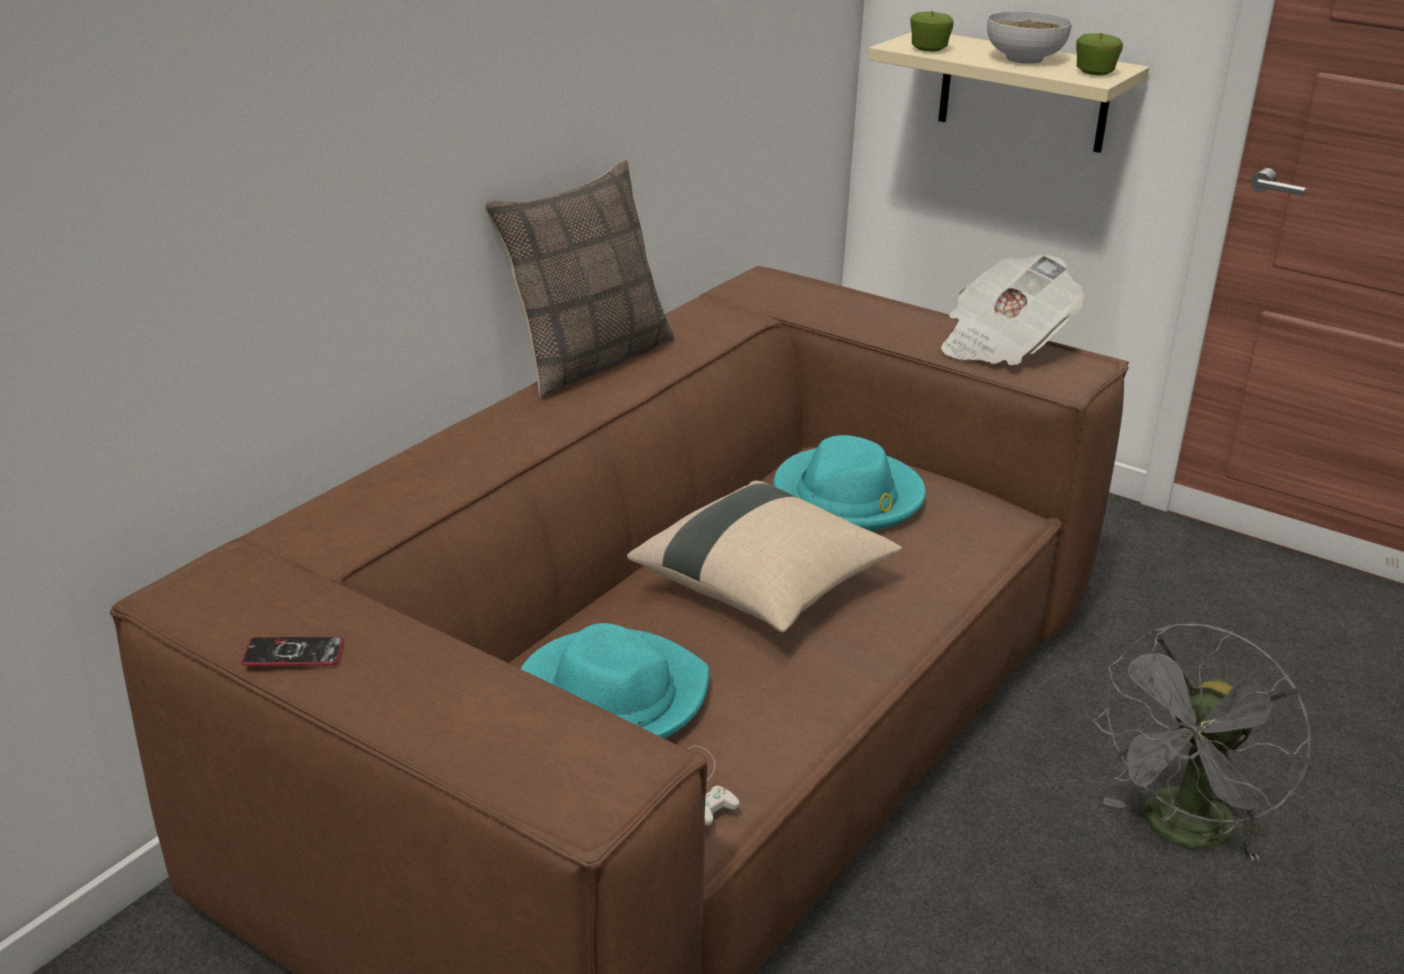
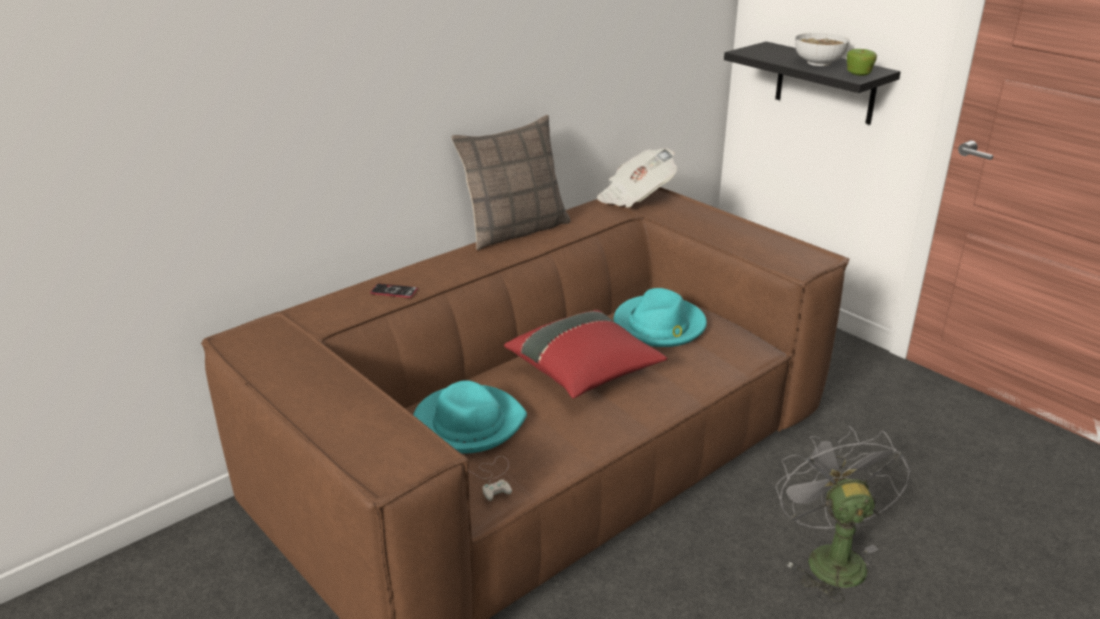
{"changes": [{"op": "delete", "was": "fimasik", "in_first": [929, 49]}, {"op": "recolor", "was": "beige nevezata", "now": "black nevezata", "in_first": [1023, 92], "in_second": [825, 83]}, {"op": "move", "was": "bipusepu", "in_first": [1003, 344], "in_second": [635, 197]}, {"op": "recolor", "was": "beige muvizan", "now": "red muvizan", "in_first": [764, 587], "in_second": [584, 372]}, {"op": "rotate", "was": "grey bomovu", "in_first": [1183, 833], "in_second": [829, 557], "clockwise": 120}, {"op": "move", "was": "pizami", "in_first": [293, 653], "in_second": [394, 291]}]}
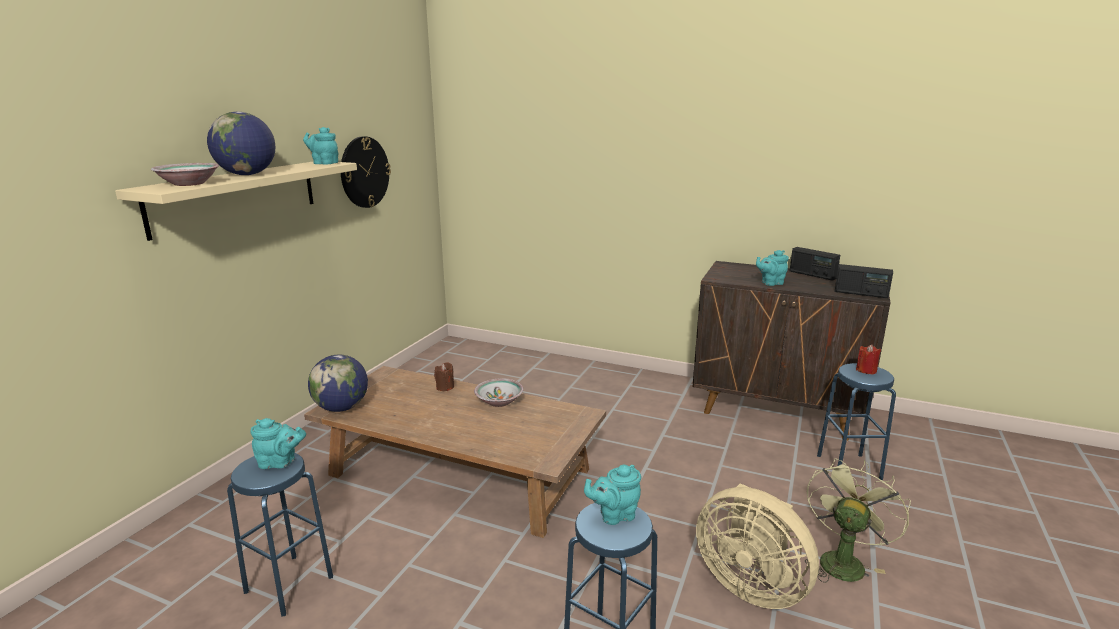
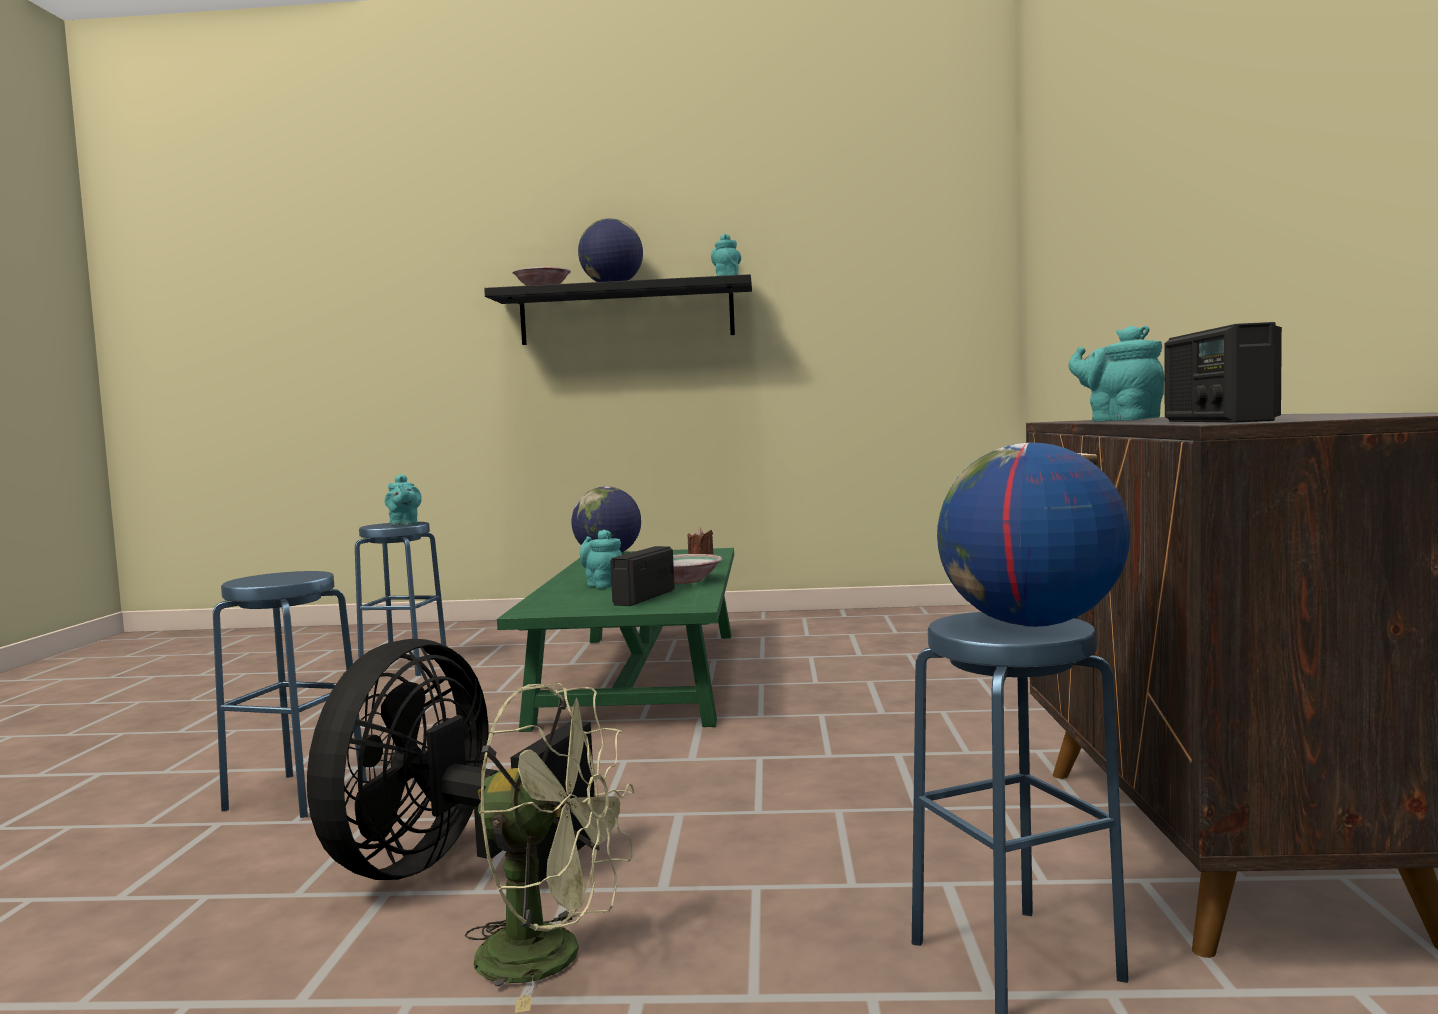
{"changes": [{"op": "delete", "was": "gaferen", "in_first": [364, 172]}, {"op": "recolor", "was": "beige nevezata", "now": "black nevezata", "in_first": [236, 196], "in_second": [626, 314]}, {"op": "move", "was": "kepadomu", "in_first": [812, 275], "in_second": [643, 597]}, {"op": "replace", "was": "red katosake", "now": "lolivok", "in_first": [866, 370], "in_second": [1031, 624]}, {"op": "recolor", "was": "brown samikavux", "now": "green samikavux", "in_first": [461, 471], "in_second": [645, 675]}, {"op": "move", "was": "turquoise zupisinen", "in_first": [614, 515], "in_second": [603, 585]}, {"op": "recolor", "was": "beige bomovu", "now": "black bomovu", "in_first": [751, 584], "in_second": [446, 868]}]}
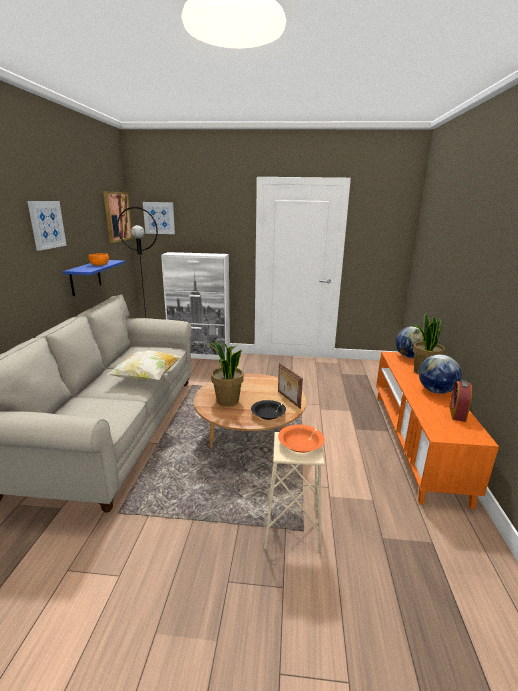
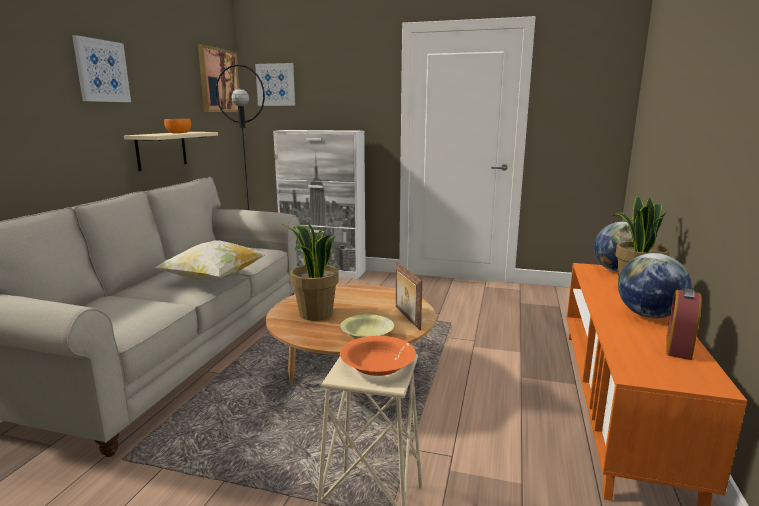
{"changes": [{"op": "recolor", "was": "blue nevezata", "now": "beige nevezata", "in_first": [85, 277], "in_second": [161, 150]}, {"op": "recolor", "was": "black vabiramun", "now": "yellow vabiramun", "in_first": [268, 414], "in_second": [367, 334]}]}
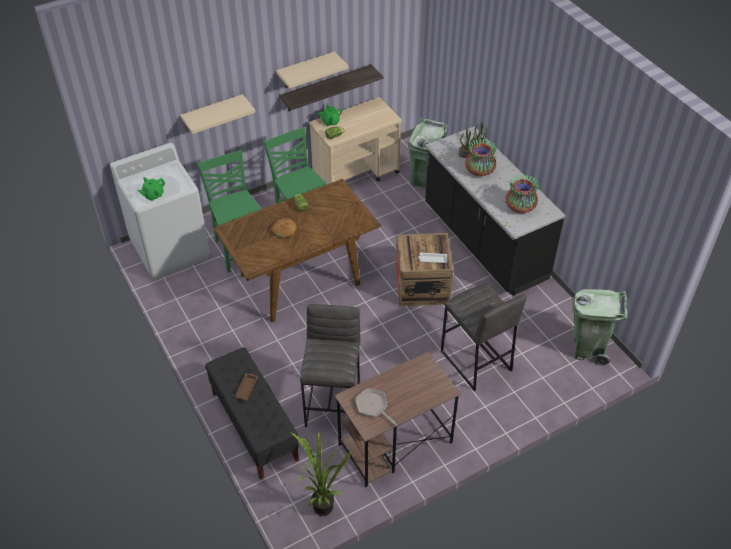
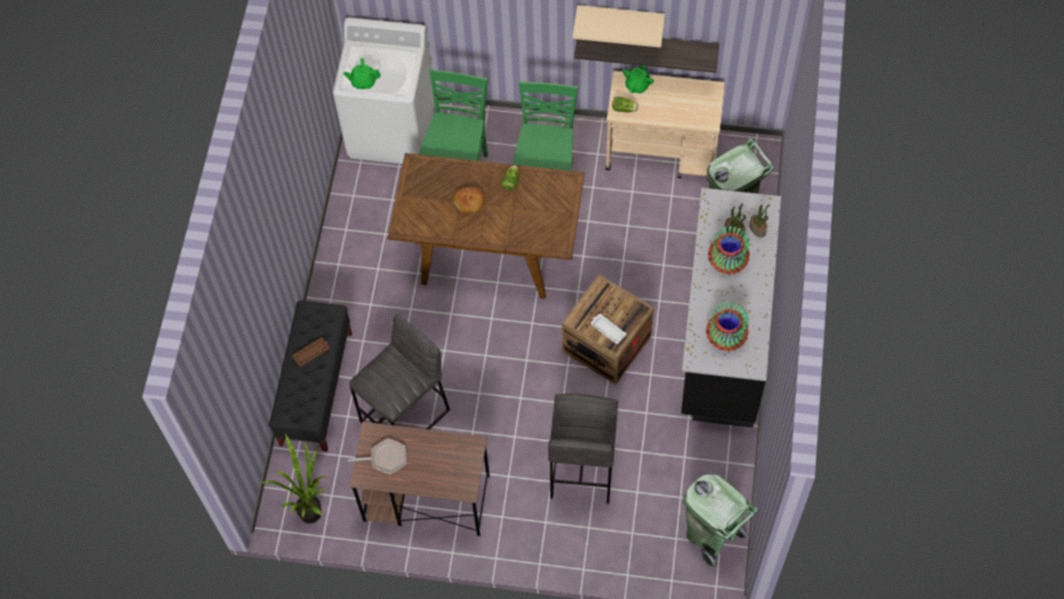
{"changes": [{"op": "delete", "was": "beige nevezata", "in_first": [213, 113]}, {"op": "rotate", "was": "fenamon", "in_first": [373, 407], "in_second": [385, 458], "clockwise": 90}]}
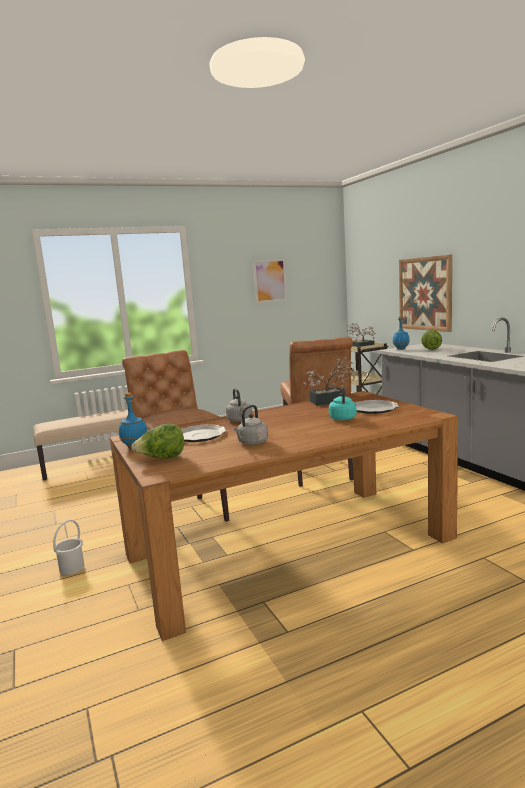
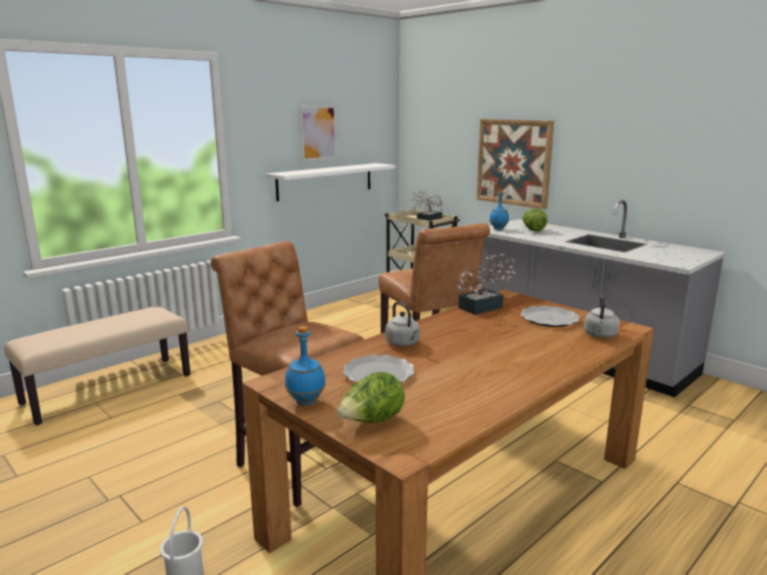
{"changes": [{"op": "delete", "was": "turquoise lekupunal", "in_first": [342, 418]}, {"op": "move", "was": "grey lekupunal", "in_first": [251, 443], "in_second": [600, 335]}, {"op": "insert", "now": "white nevezata", "in_second": [325, 181]}]}
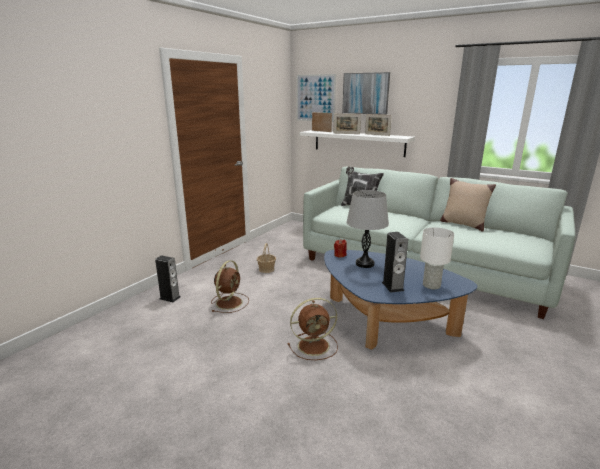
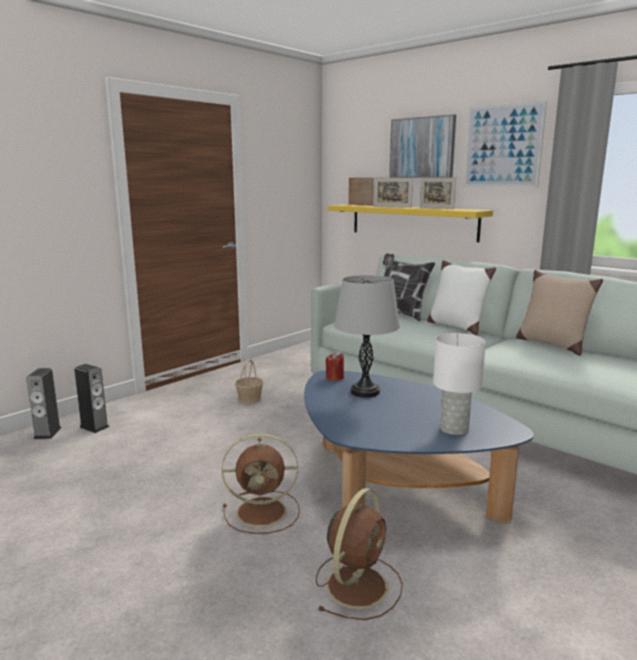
{"changes": [{"op": "move", "was": "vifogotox", "in_first": [315, 98], "in_second": [502, 146]}, {"op": "recolor", "was": "white nevezata", "now": "yellow nevezata", "in_first": [358, 143], "in_second": [412, 222]}, {"op": "move", "was": "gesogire", "in_first": [392, 286], "in_second": [47, 433]}, {"op": "move", "was": "brown bomovu", "in_first": [229, 302], "in_second": [358, 584]}, {"op": "insert", "now": "white muvizan", "in_second": [456, 326]}]}
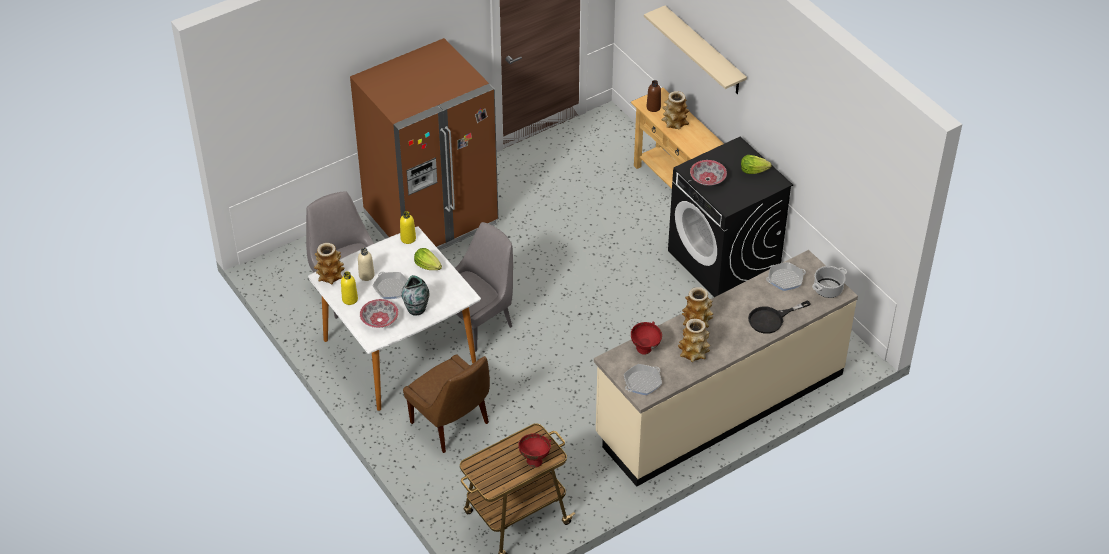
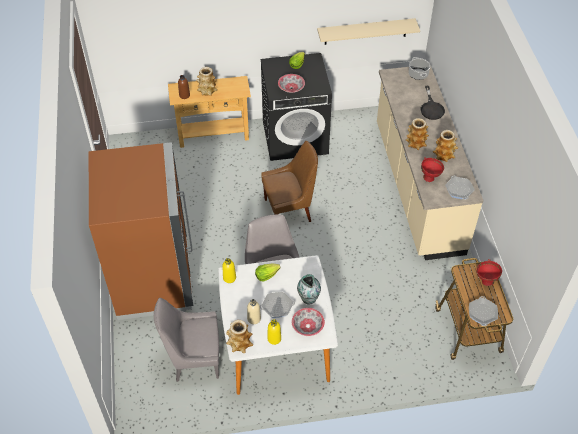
{"changes": [{"op": "move", "was": "beige nevezata", "in_first": [704, 51], "in_second": [365, 31]}, {"op": "move", "was": "fenamon", "in_first": [785, 279], "in_second": [482, 313]}, {"op": "move", "was": "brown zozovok", "in_first": [451, 424], "in_second": [289, 210]}]}
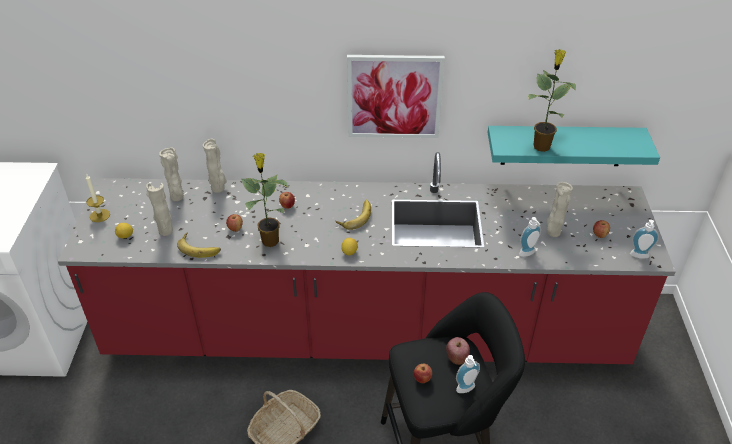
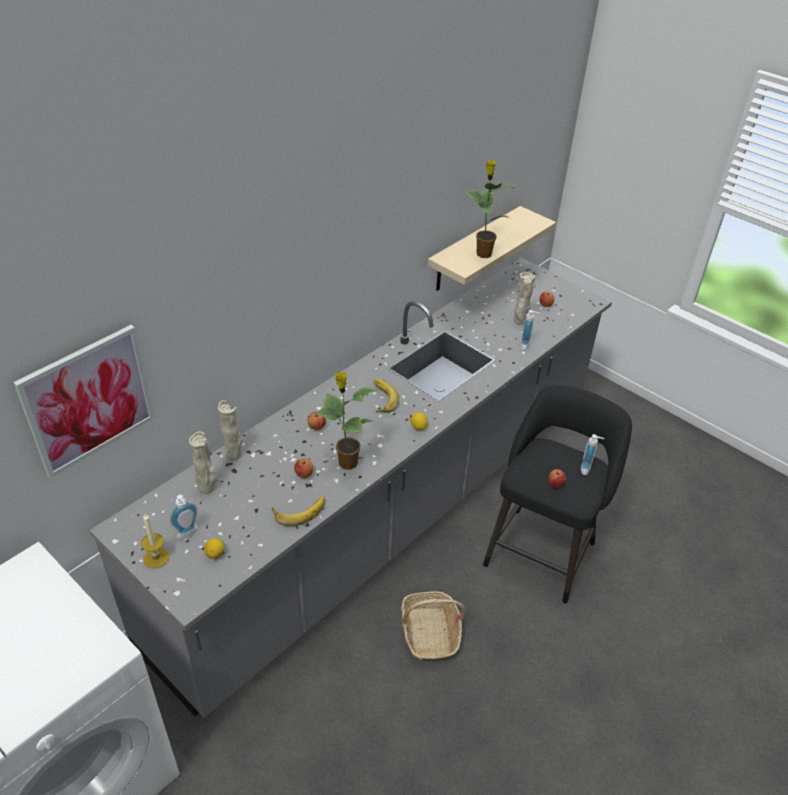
{"changes": [{"op": "move", "was": "vifogotox", "in_first": [394, 96], "in_second": [88, 400]}, {"op": "recolor", "was": "turquoise nevezata", "now": "beige nevezata", "in_first": [563, 145], "in_second": [474, 249]}, {"op": "recolor", "was": "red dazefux", "now": "grey dazefux", "in_first": [366, 333], "in_second": [388, 514]}, {"op": "delete", "was": "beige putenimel", "in_first": [166, 231]}, {"op": "move", "was": "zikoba", "in_first": [639, 256], "in_second": [188, 534]}, {"op": "delete", "was": "fimasik", "in_first": [457, 358]}]}
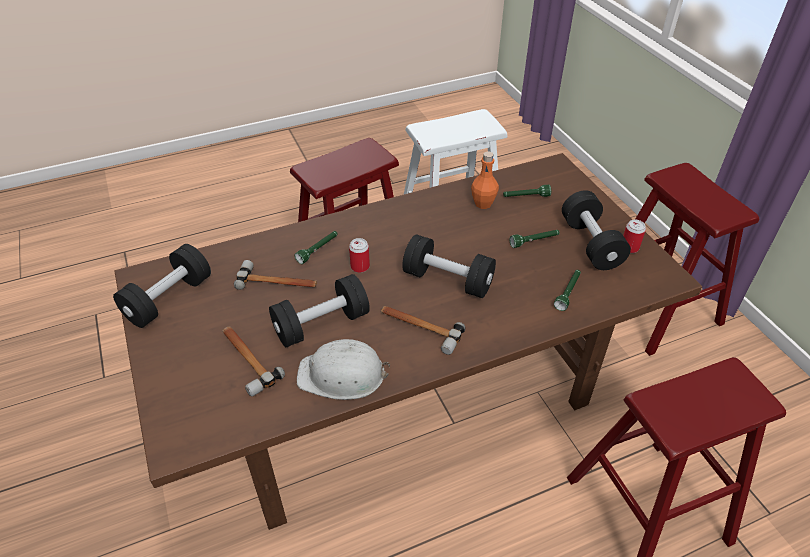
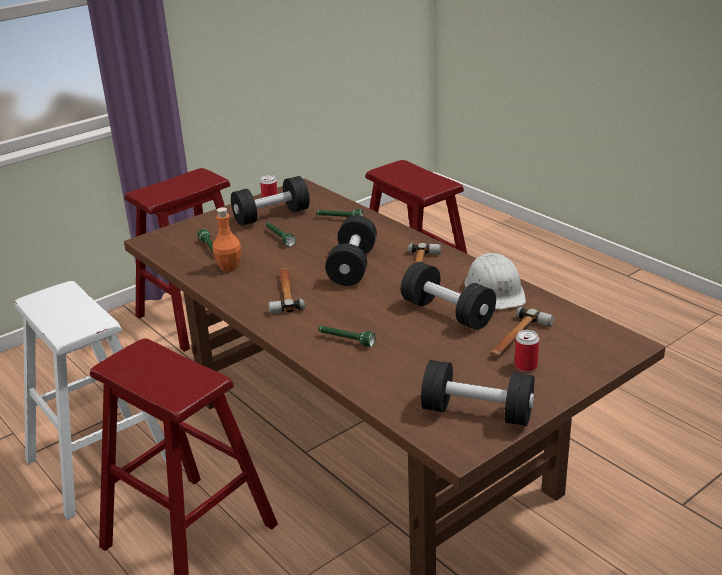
{"changes": [{"op": "move", "was": "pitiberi", "in_first": [360, 266], "in_second": [525, 366]}, {"op": "move", "was": "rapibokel", "in_first": [277, 282], "in_second": [284, 293]}]}
